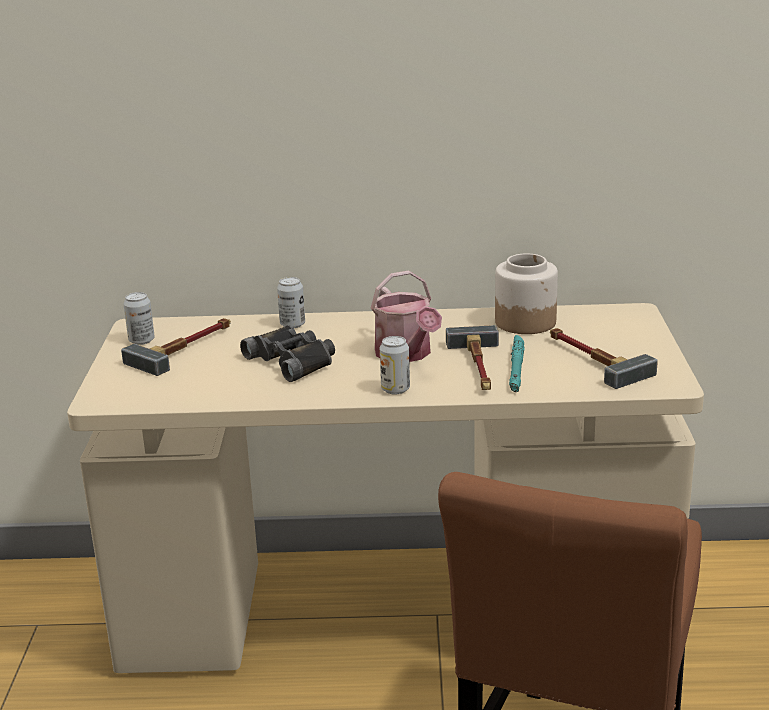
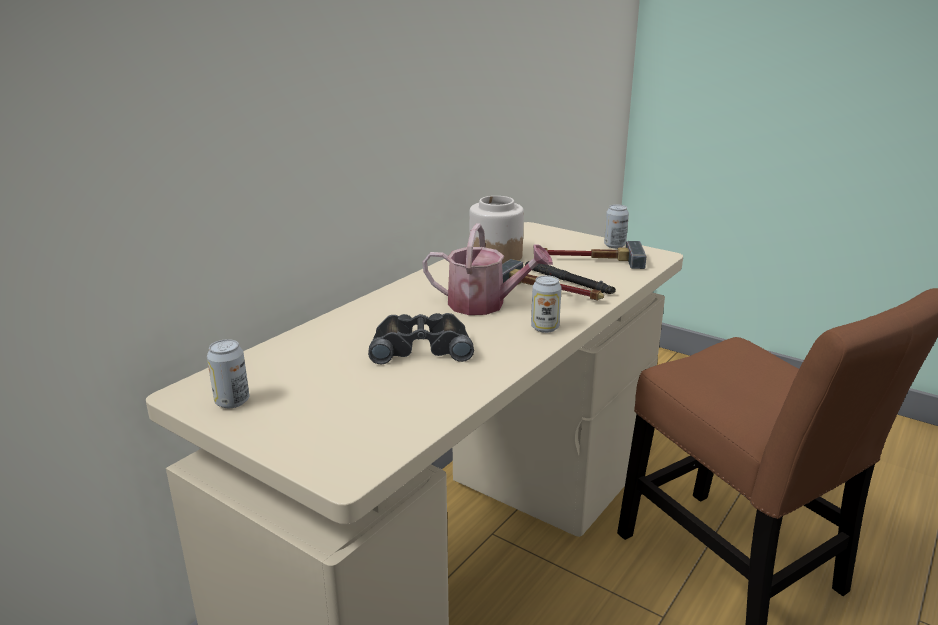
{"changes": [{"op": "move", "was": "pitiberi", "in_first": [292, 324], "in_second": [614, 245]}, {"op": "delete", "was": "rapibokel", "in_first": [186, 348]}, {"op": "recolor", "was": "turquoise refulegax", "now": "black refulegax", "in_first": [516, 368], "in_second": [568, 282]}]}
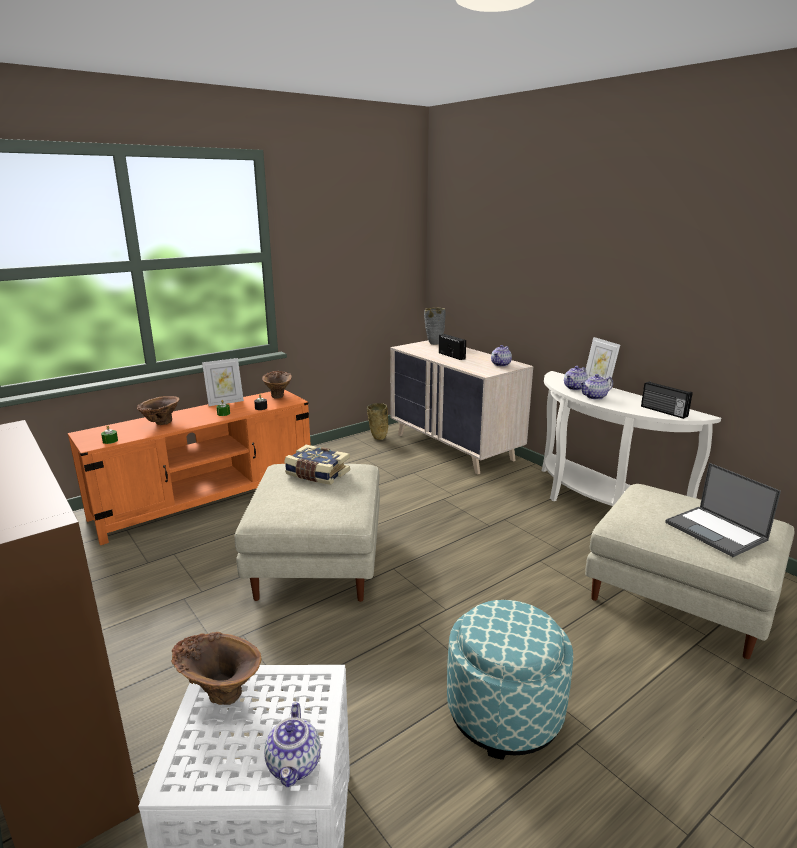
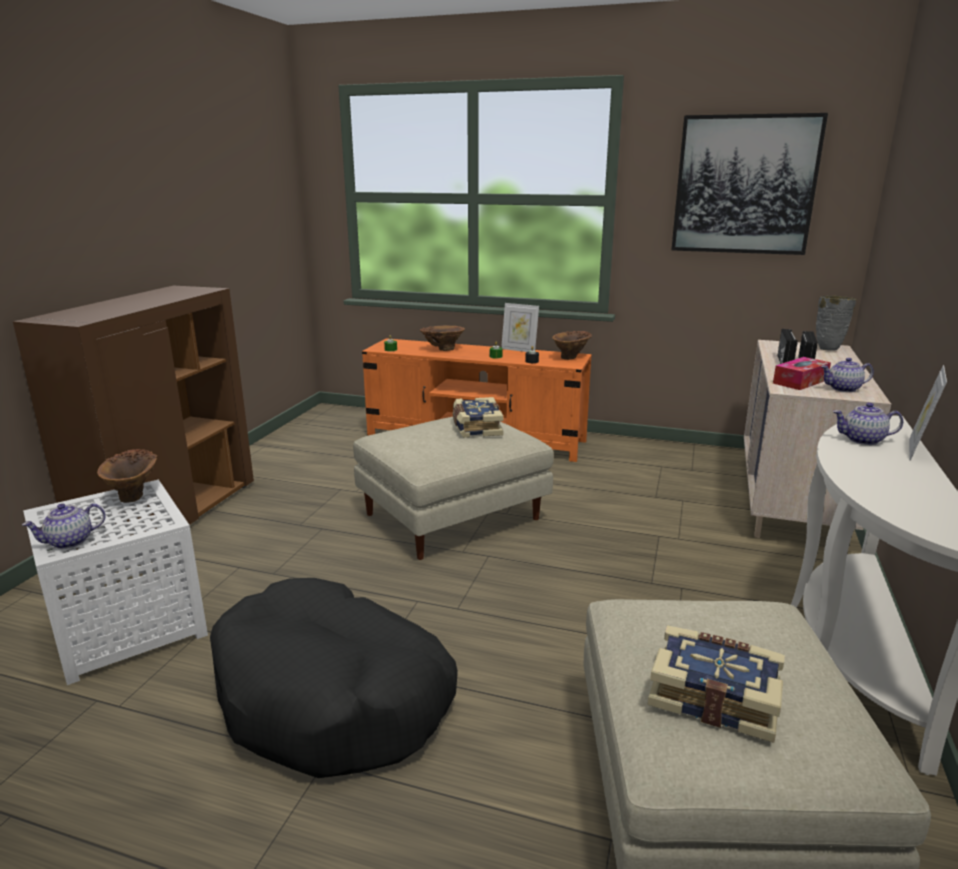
{"changes": [{"op": "delete", "was": "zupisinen", "in_first": [594, 397]}, {"op": "move", "was": "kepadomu", "in_first": [663, 411], "in_second": [783, 361]}, {"op": "delete", "was": "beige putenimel", "in_first": [377, 438]}, {"op": "replace", "was": "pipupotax", "now": "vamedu", "in_first": [716, 531], "in_second": [714, 695]}, {"op": "replace", "was": "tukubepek", "now": "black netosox", "in_first": [504, 712], "in_second": [333, 696]}, {"op": "insert", "now": "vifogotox", "in_second": [744, 185]}, {"op": "insert", "now": "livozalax", "in_second": [800, 381]}]}
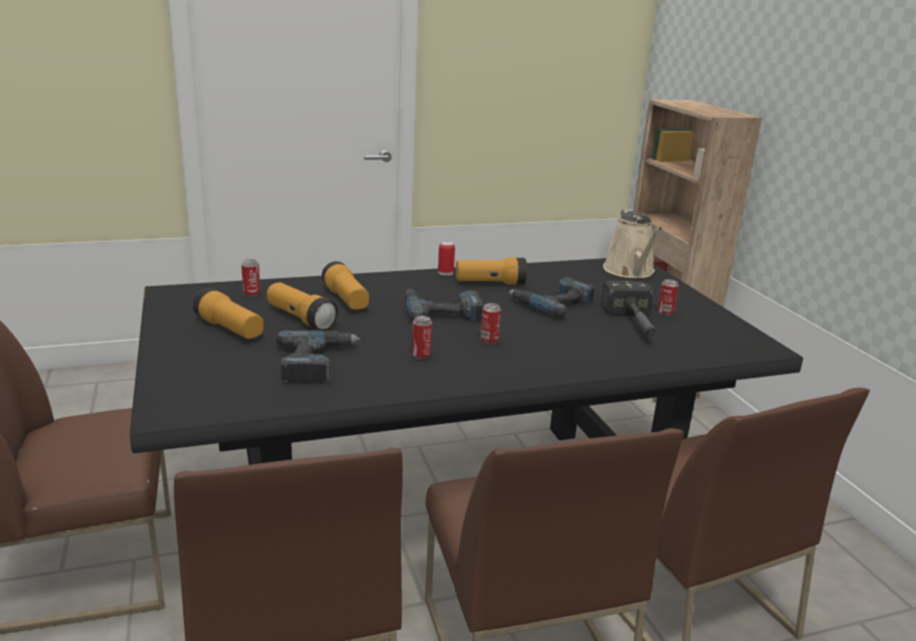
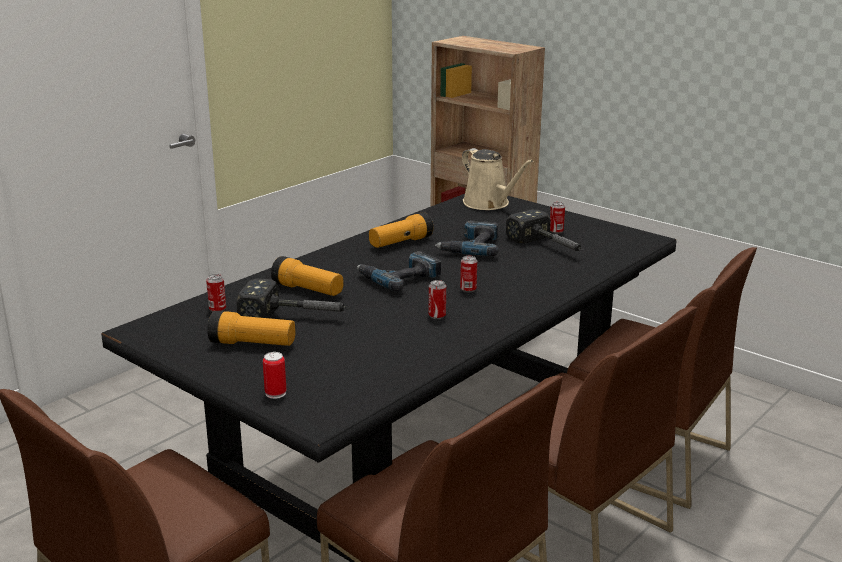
{"changes": [{"op": "move", "was": "pitiberi", "in_first": [445, 272], "in_second": [275, 393]}, {"op": "replace", "was": "refulegax", "now": "rapibokel", "in_first": [301, 318], "in_second": [297, 317]}, {"op": "delete", "was": "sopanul", "in_first": [316, 362]}]}
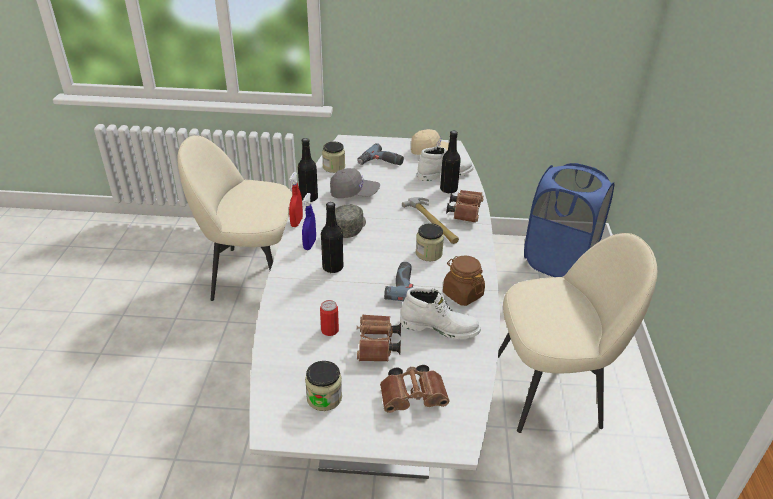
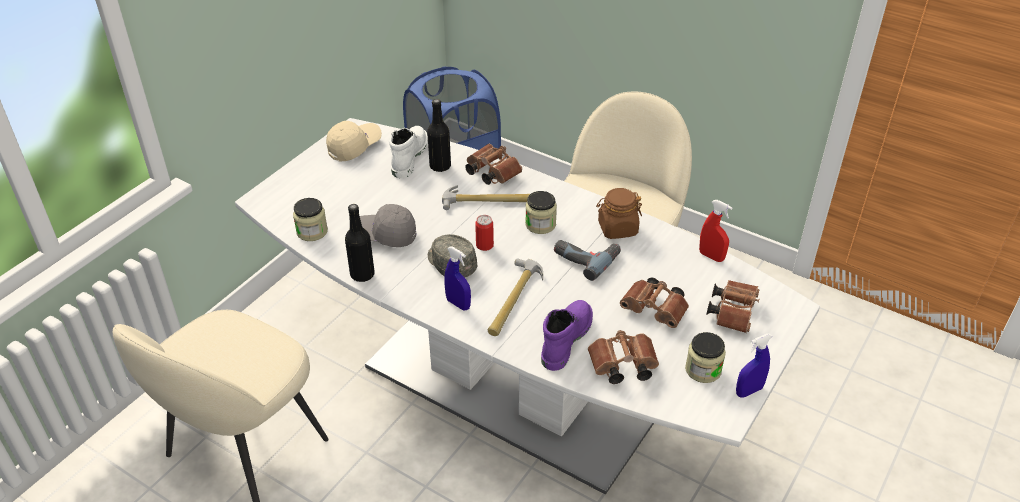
{"changes": [{"op": "delete", "was": "sopanul", "in_first": [380, 163]}, {"op": "rotate", "was": "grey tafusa", "in_first": [354, 193], "in_second": [385, 235], "clockwise": -120}, {"op": "move", "was": "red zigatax", "in_first": [296, 222], "in_second": [711, 256]}, {"op": "replace", "was": "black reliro", "now": "rapibokel", "in_first": [333, 267], "in_second": [513, 300]}, {"op": "delete", "was": "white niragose", "in_first": [440, 327]}, {"op": "move", "was": "pitiberi", "in_first": [330, 330], "in_second": [484, 245]}, {"op": "insert", "now": "purple niragose", "in_second": [565, 339]}, {"op": "insert", "now": "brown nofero", "in_second": [621, 367]}, {"op": "insert", "now": "blue zigatax", "in_second": [749, 391]}]}
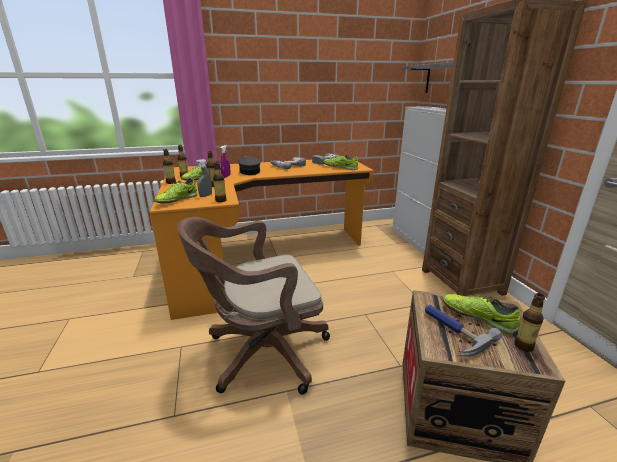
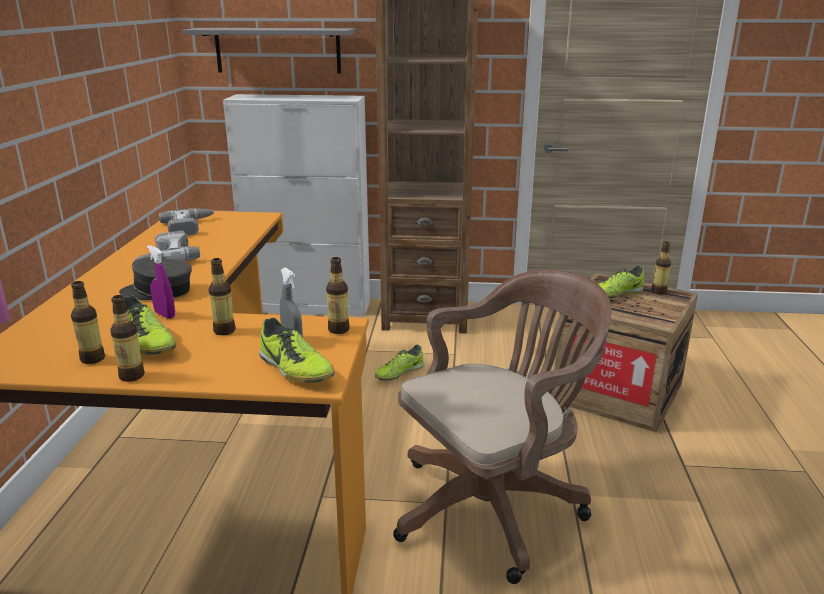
{"changes": [{"op": "move", "was": "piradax", "in_first": [340, 167], "in_second": [399, 373]}, {"op": "rotate", "was": "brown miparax", "in_first": [261, 353], "in_second": [495, 505], "clockwise": -120}, {"op": "delete", "was": "rapibokel", "in_first": [452, 331]}]}
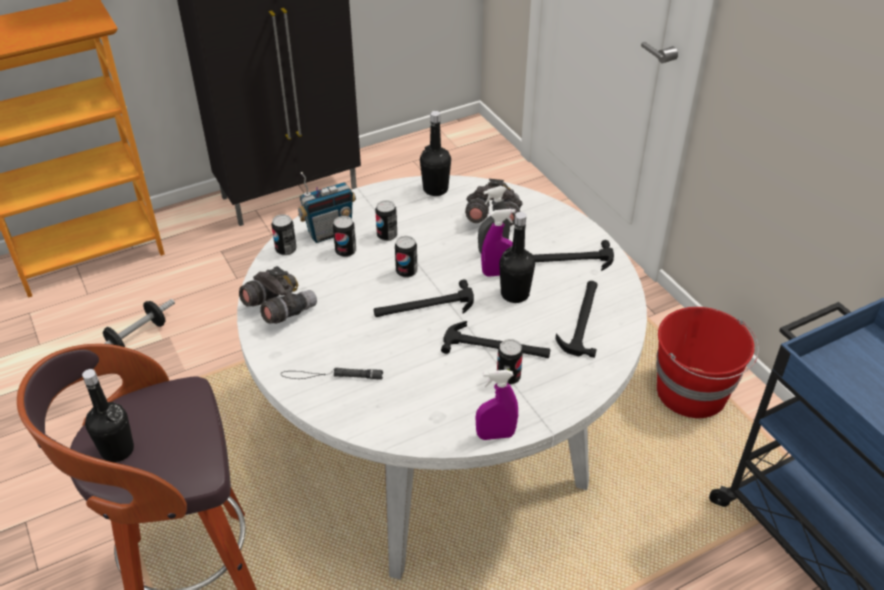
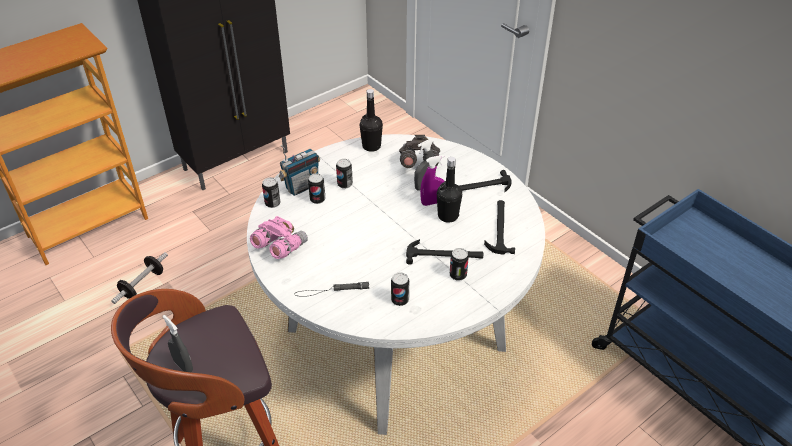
{"changes": [{"op": "move", "was": "pitiberi", "in_first": [406, 271], "in_second": [400, 300]}, {"op": "recolor", "was": "grey nofero", "now": "pink nofero", "in_first": [279, 309], "in_second": [279, 247]}, {"op": "delete", "was": "rapibokel", "in_first": [424, 307]}, {"op": "delete", "was": "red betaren", "in_first": [693, 393]}, {"op": "replace", "was": "black reliro", "now": "grey zigatax", "in_first": [117, 450], "in_second": [183, 366]}, {"op": "delete", "was": "purple zigatax", "in_first": [495, 435]}]}
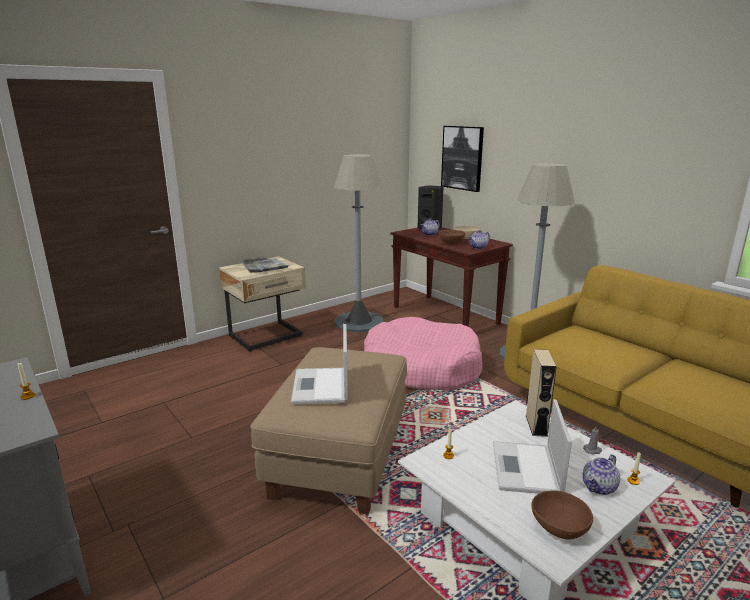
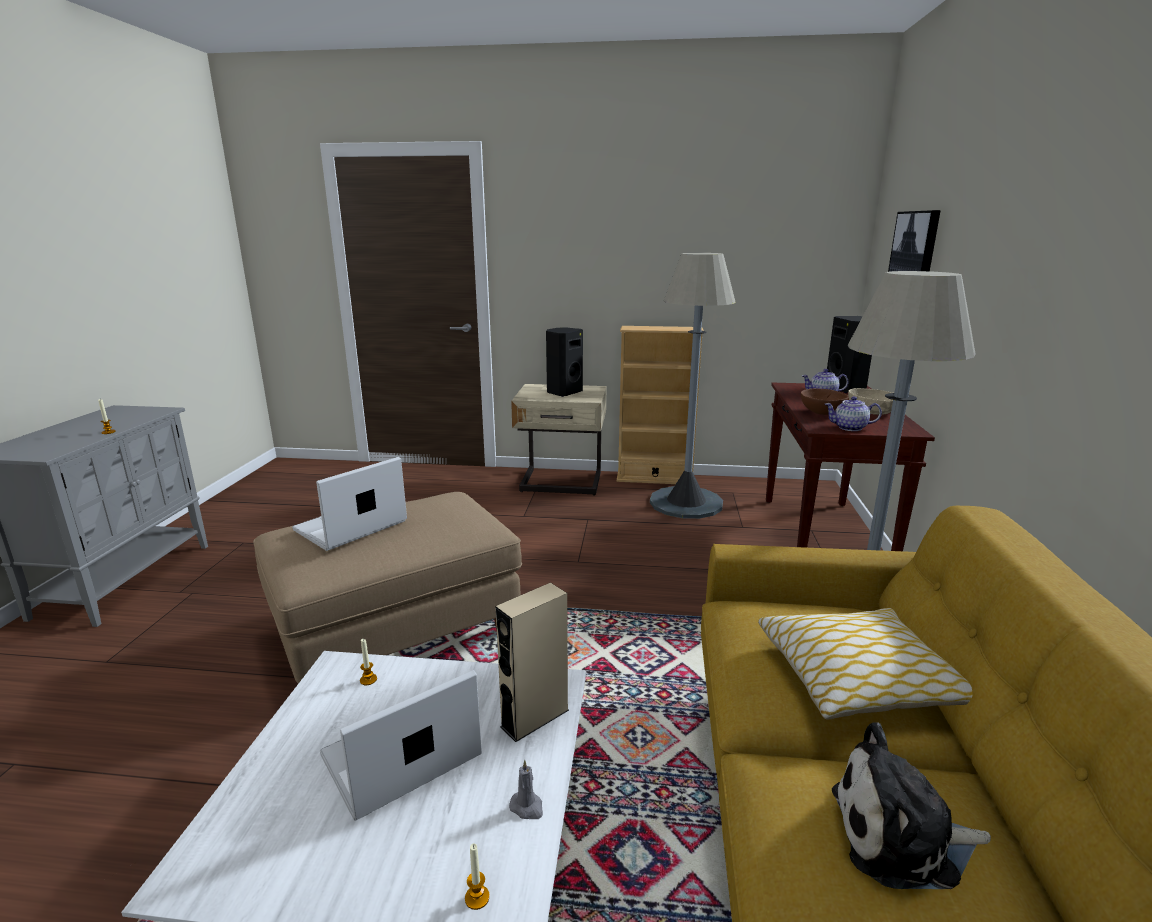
{"changes": [{"op": "replace", "was": "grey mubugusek", "now": "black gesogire", "in_first": [264, 266], "in_second": [563, 392]}, {"op": "delete", "was": "pink netosox", "in_first": [421, 368]}, {"op": "delete", "was": "zupisinen", "in_first": [599, 487]}, {"op": "delete", "was": "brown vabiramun", "in_first": [560, 529]}, {"op": "insert", "now": "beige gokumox", "in_second": [654, 478]}, {"op": "insert", "now": "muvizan", "in_second": [858, 679]}, {"op": "insert", "now": "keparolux", "in_second": [901, 837]}]}
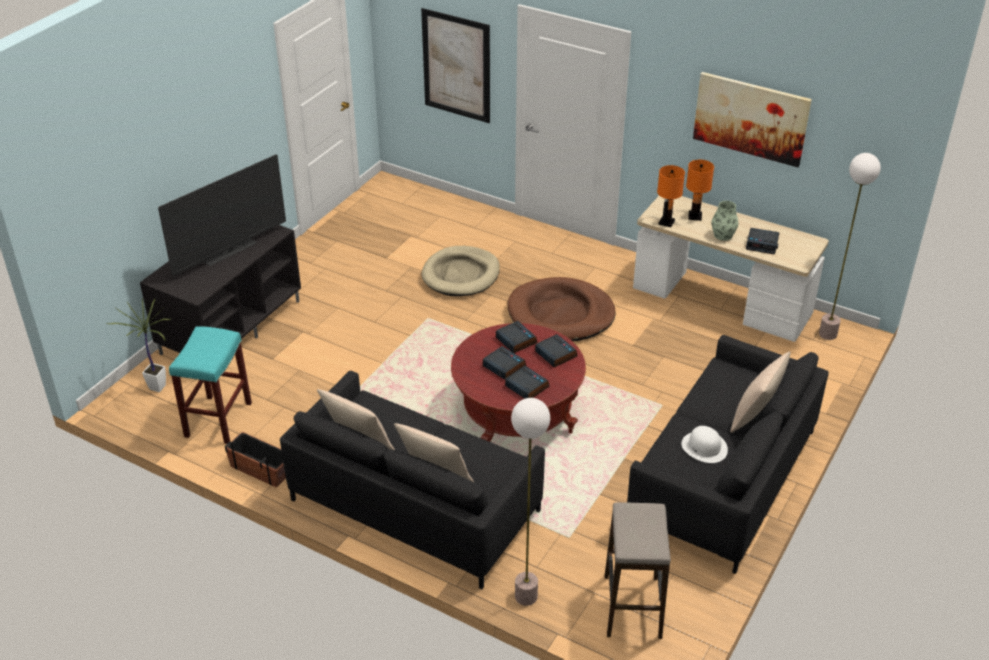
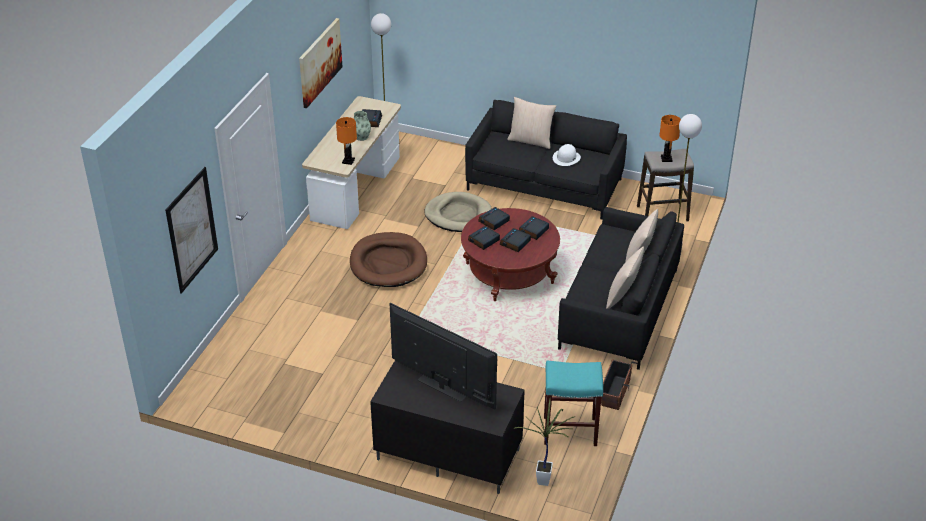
{"changes": [{"op": "move", "was": "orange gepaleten", "in_first": [694, 216], "in_second": [666, 159]}, {"op": "move", "was": "beige netosox", "in_first": [461, 274], "in_second": [458, 215]}]}
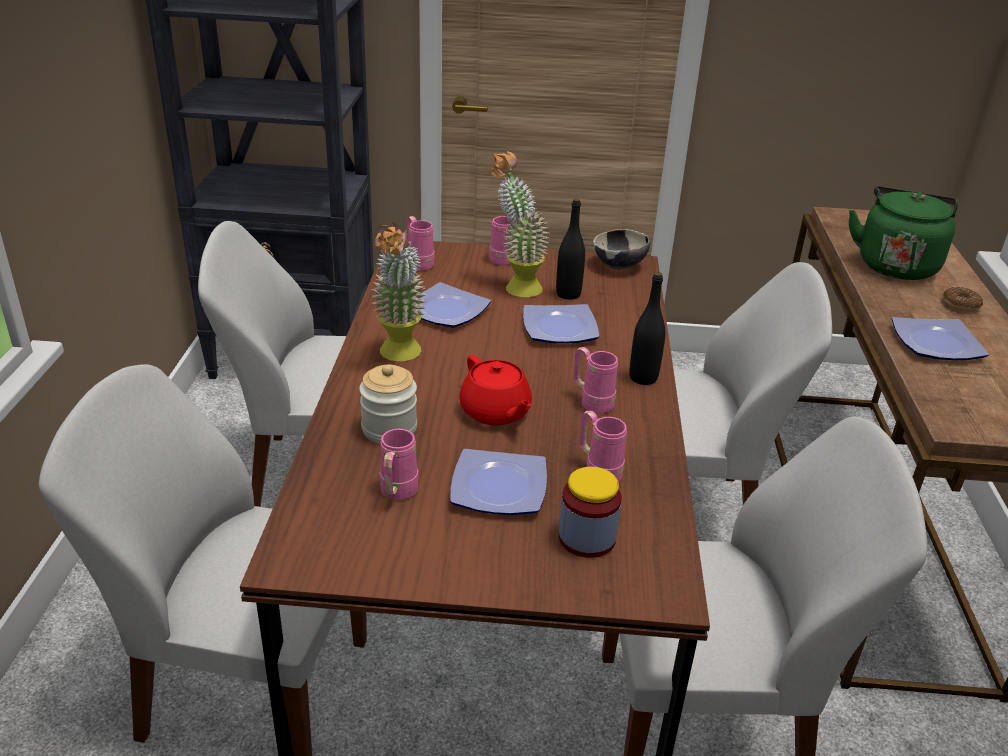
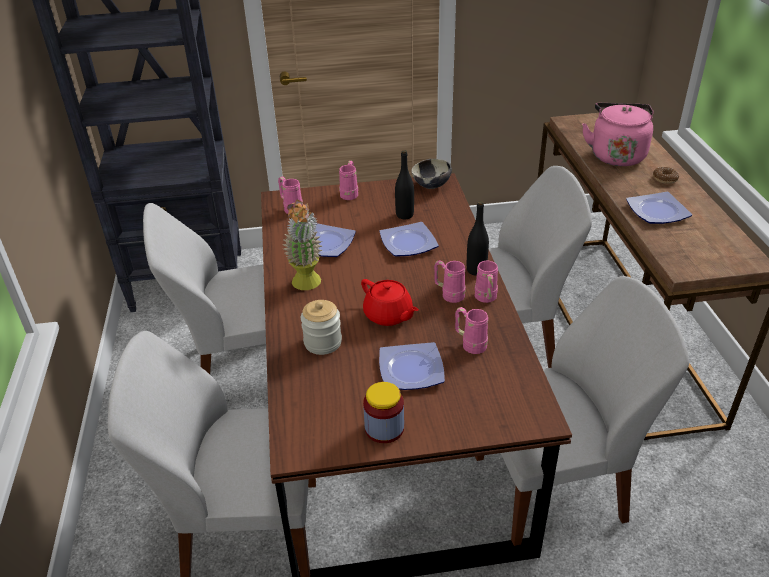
{"changes": [{"op": "delete", "was": "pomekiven", "in_first": [515, 286]}, {"op": "recolor", "was": "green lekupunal", "now": "pink lekupunal", "in_first": [896, 264], "in_second": [616, 155]}, {"op": "move", "was": "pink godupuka", "in_first": [396, 494], "in_second": [486, 299]}, {"op": "move", "was": "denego", "in_first": [587, 538], "in_second": [384, 428]}]}
